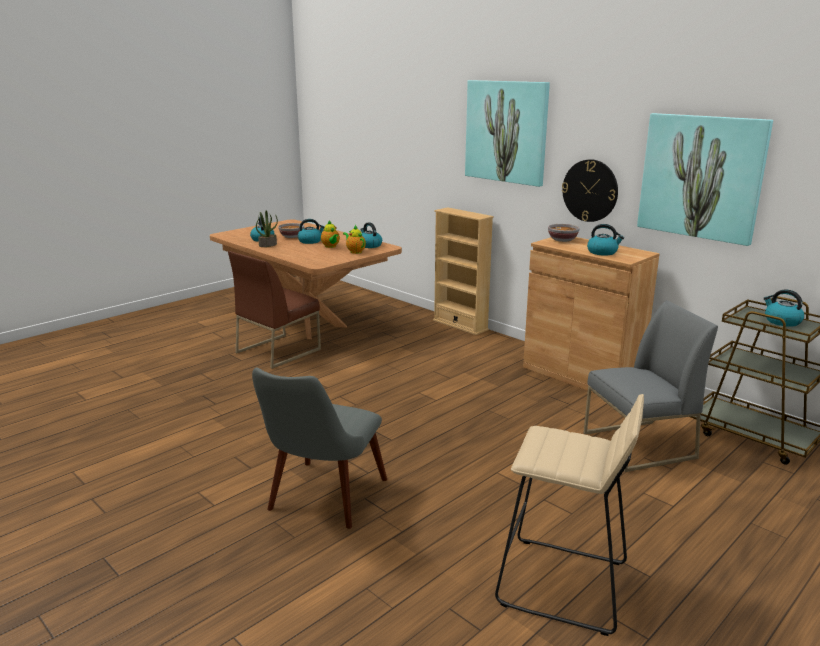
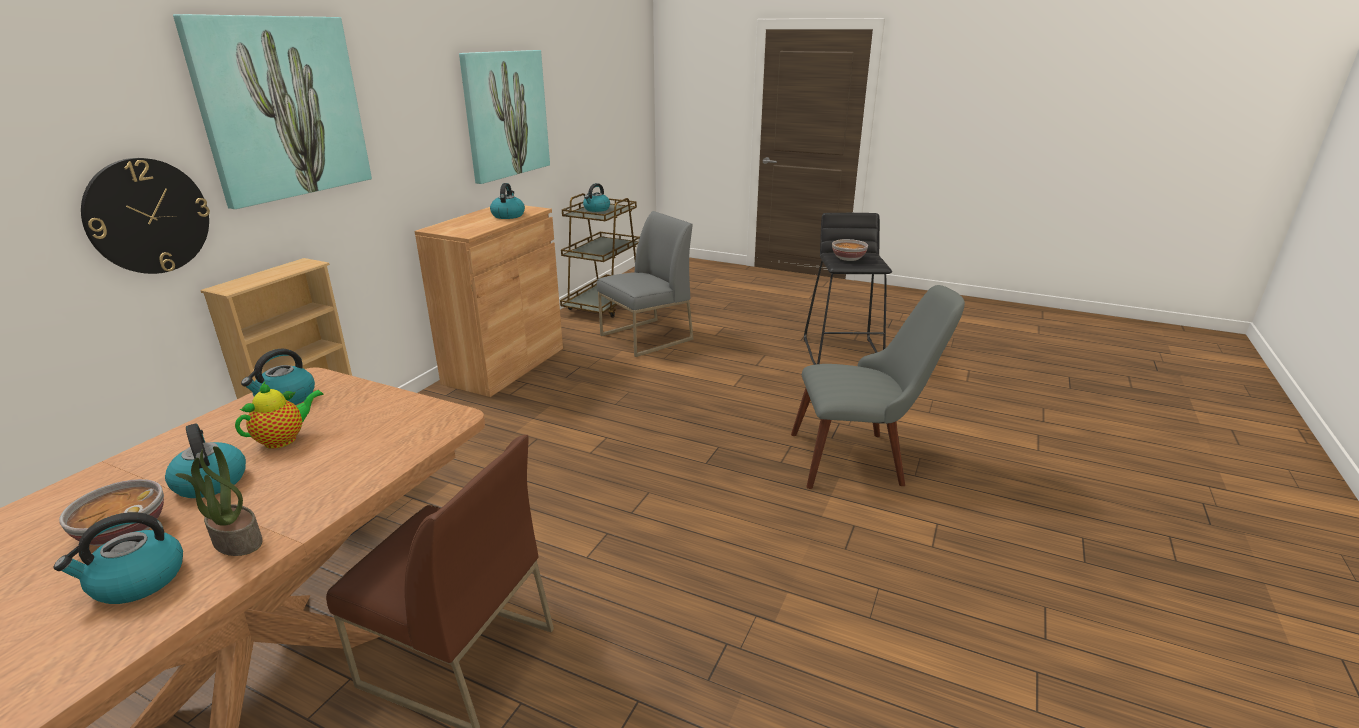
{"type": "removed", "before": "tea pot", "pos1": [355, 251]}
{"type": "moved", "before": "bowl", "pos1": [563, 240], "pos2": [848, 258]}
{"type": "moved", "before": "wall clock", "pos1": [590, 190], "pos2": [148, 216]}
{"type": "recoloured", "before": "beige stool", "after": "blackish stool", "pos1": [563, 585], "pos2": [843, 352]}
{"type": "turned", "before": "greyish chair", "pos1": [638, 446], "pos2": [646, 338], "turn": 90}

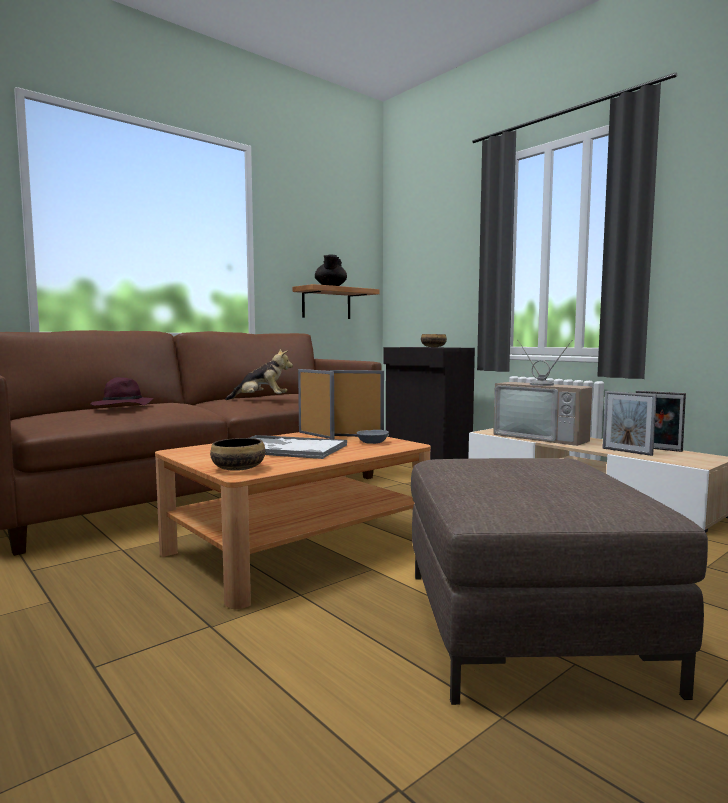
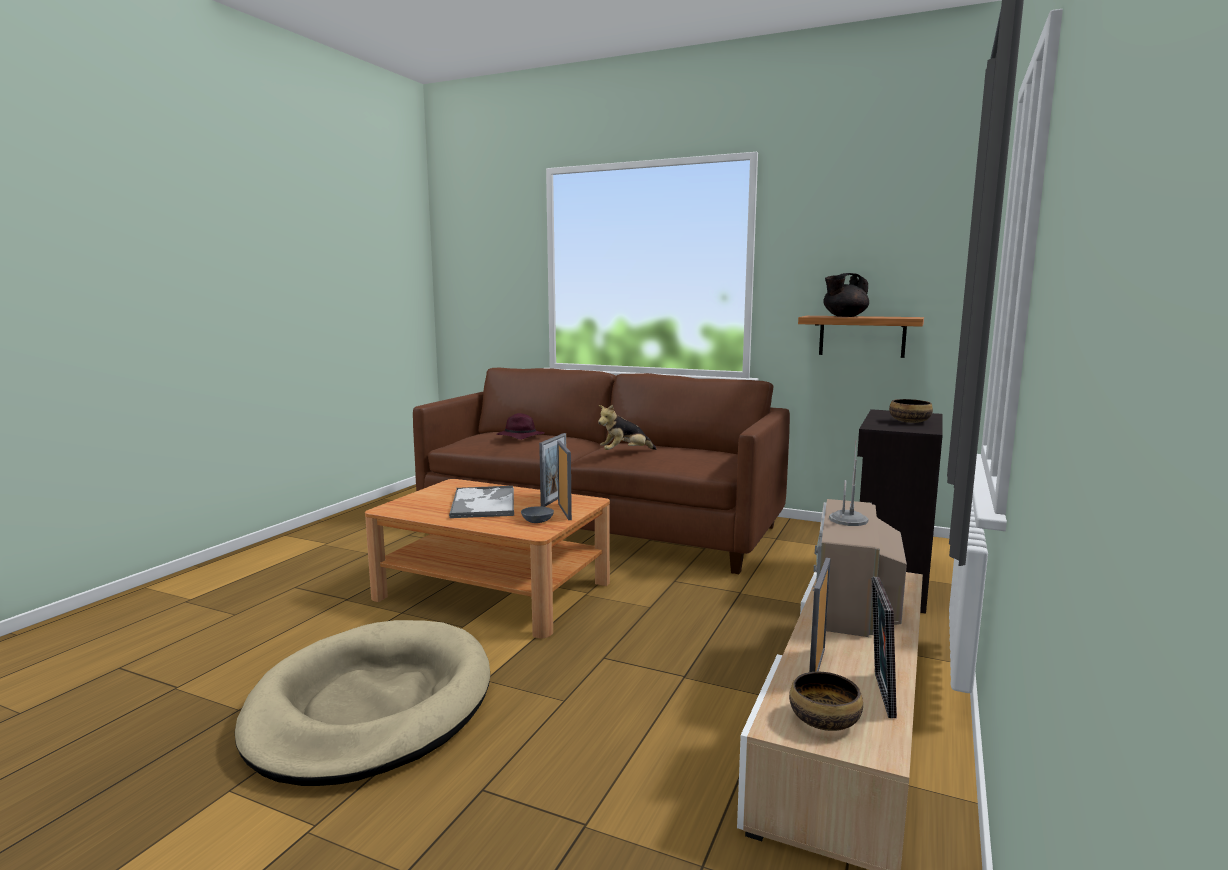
{"type": "moved", "before": "bowl", "pos1": [239, 469], "pos2": [824, 720]}
{"type": "replaced", "before": "brown-coloured ottoman", "after": "beige dog cushion", "pos1": [526, 626], "pos2": [371, 706]}
{"type": "turned", "before": "plush toy", "pos1": [261, 400], "pos2": [625, 453], "turn": 90}

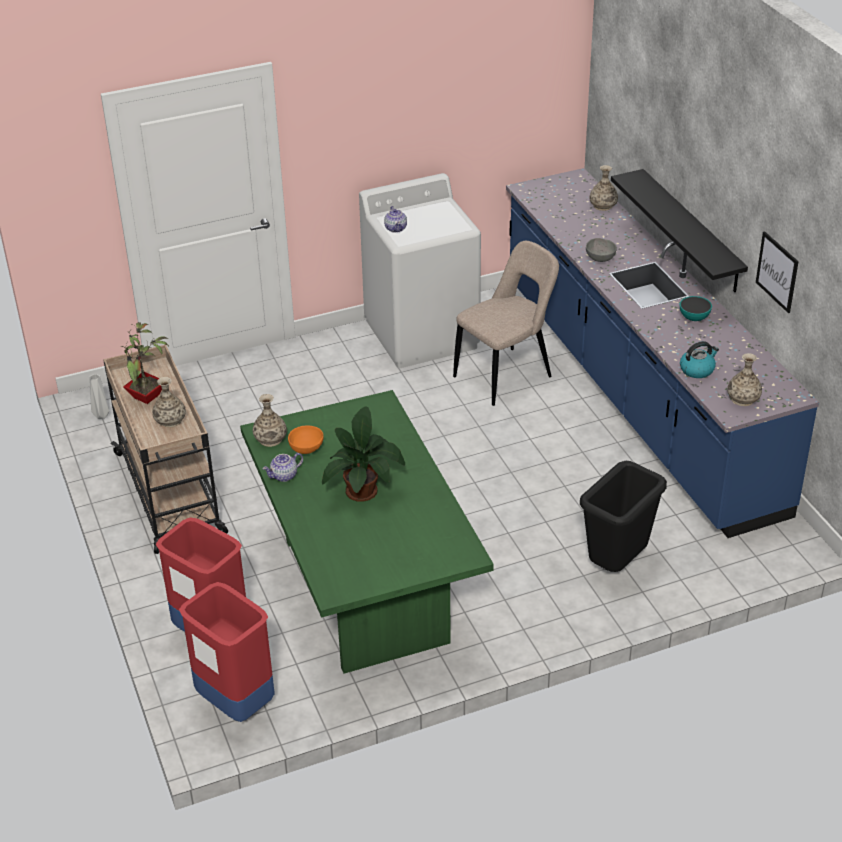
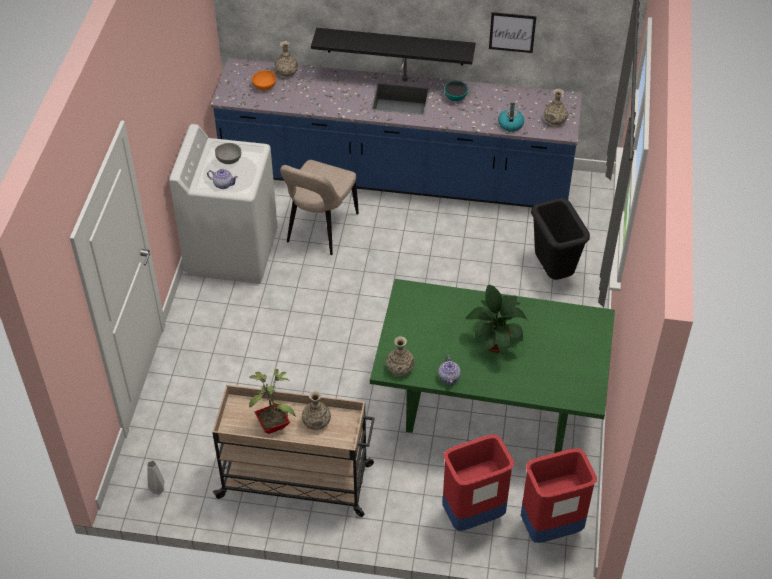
{"type": "moved", "before": "orange-coloured bowl", "pos1": [307, 449], "pos2": [265, 86]}
{"type": "moved", "before": "greyish bowl", "pos1": [600, 258], "pos2": [228, 159]}
{"type": "turned", "before": "beige chair", "pos1": [506, 375], "pos2": [320, 230], "turn": -150}

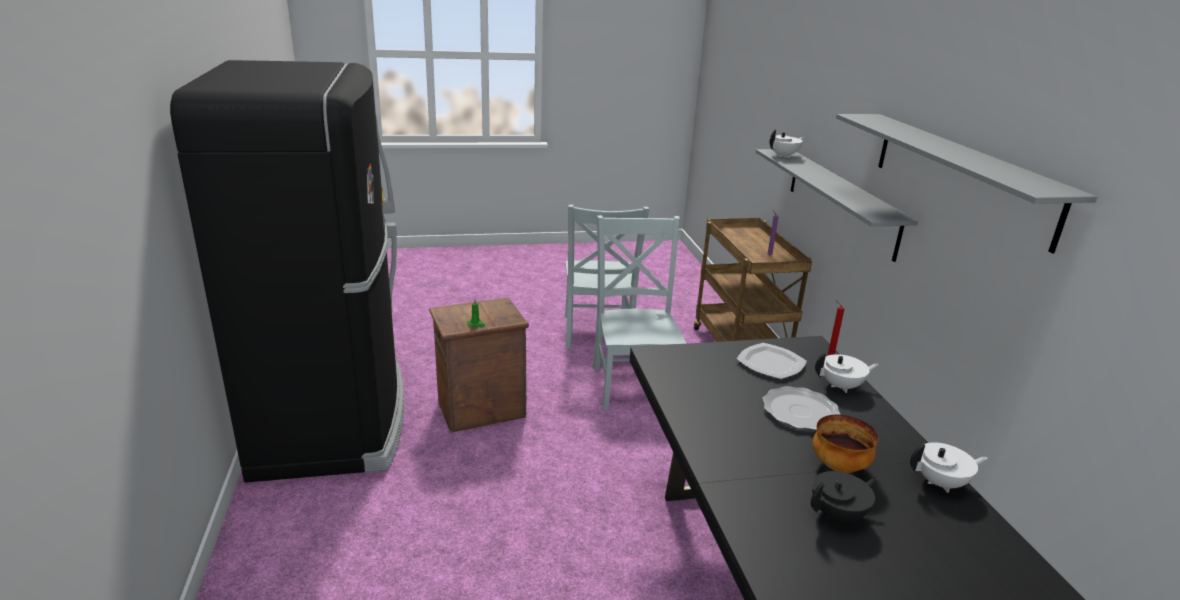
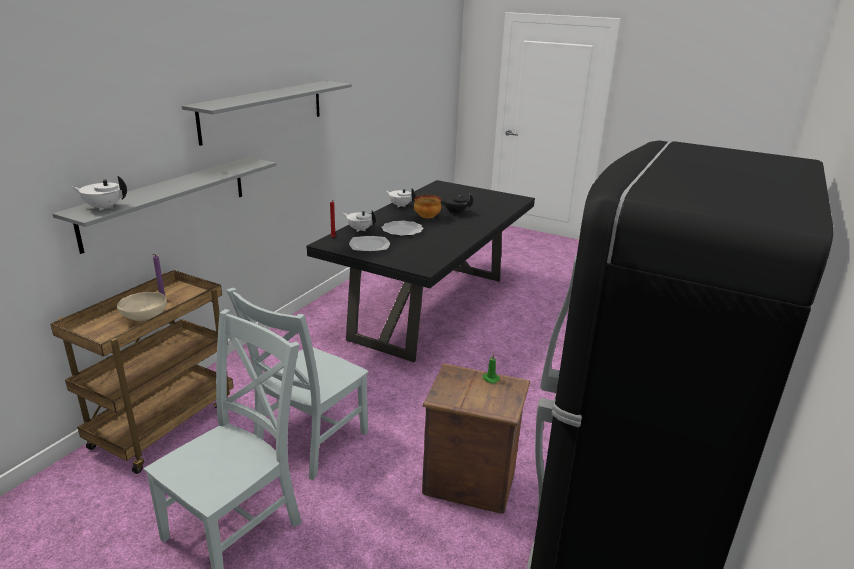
{"type": "added", "after": "beige bowl", "pos2": [144, 318]}

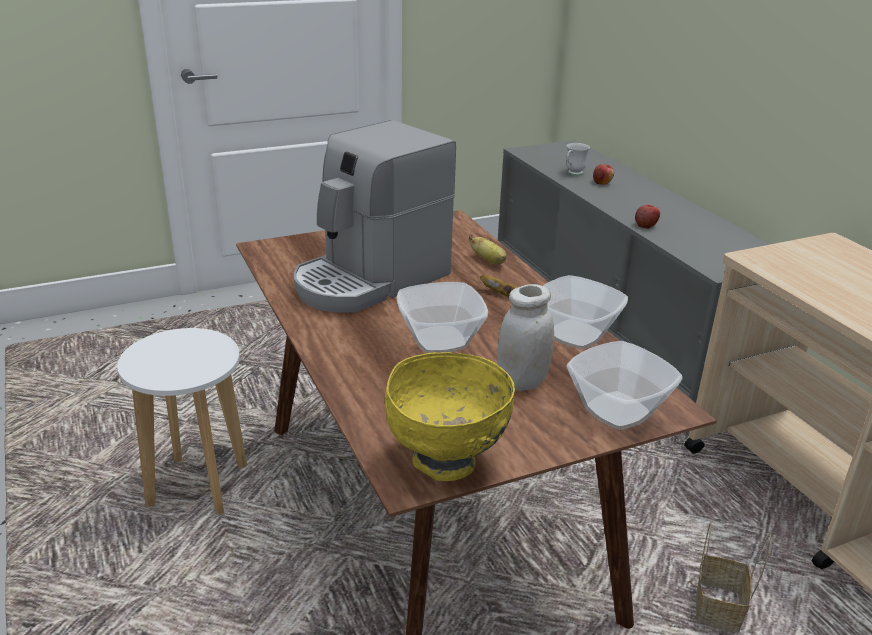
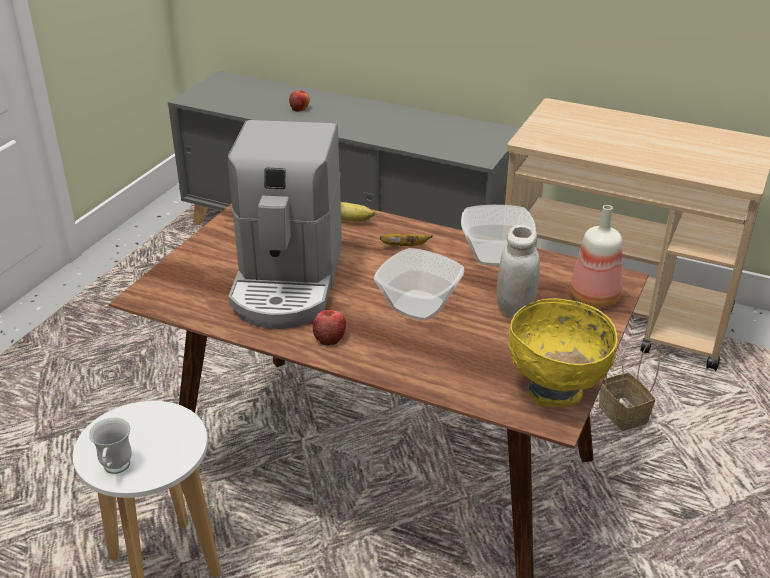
{"type": "moved", "before": "white-coloured mug", "pos1": [573, 173], "pos2": [115, 470]}
{"type": "moved", "before": "whole apple", "pos1": [646, 225], "pos2": [329, 337]}
{"type": "replaced", "before": "bowl", "after": "drink bottle", "pos1": [619, 411], "pos2": [595, 297]}

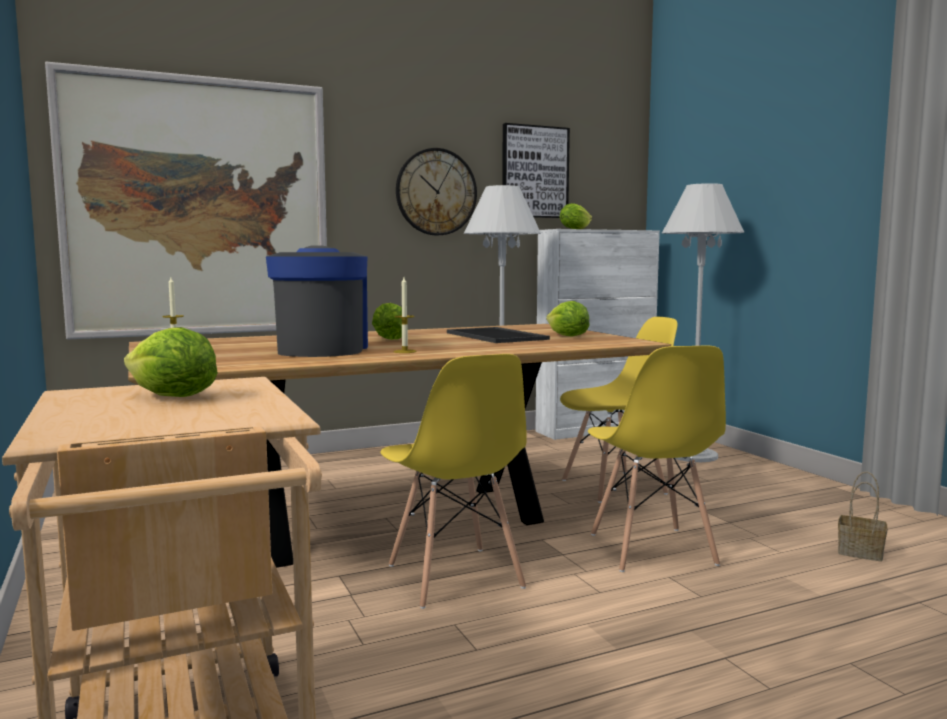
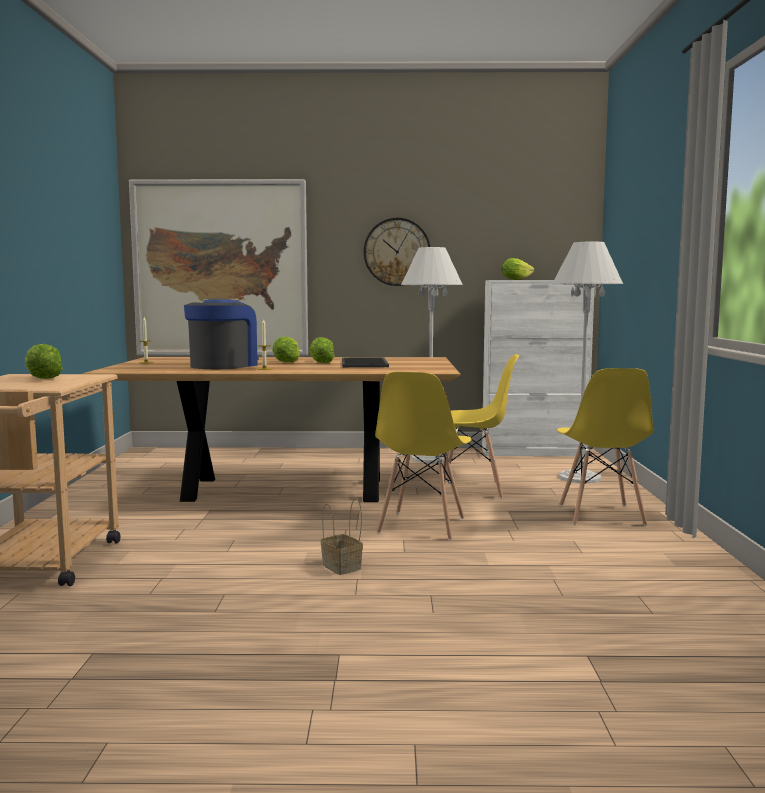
{"type": "removed", "before": "picture", "pos1": [534, 172]}
{"type": "moved", "before": "yellowish chair", "pos1": [454, 577], "pos2": [600, 515]}
{"type": "moved", "before": "head of lettuce", "pos1": [567, 336], "pos2": [321, 363]}
{"type": "moved", "before": "basket", "pos1": [862, 552], "pos2": [343, 567]}

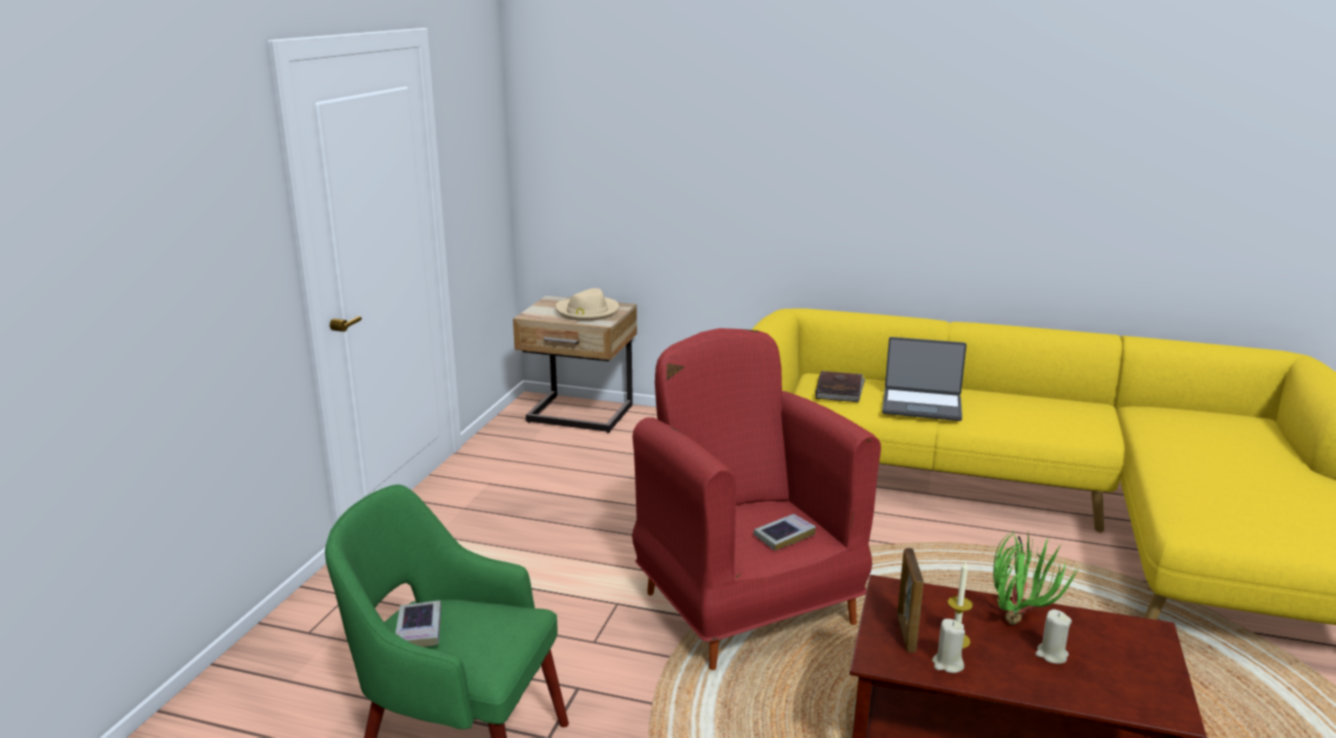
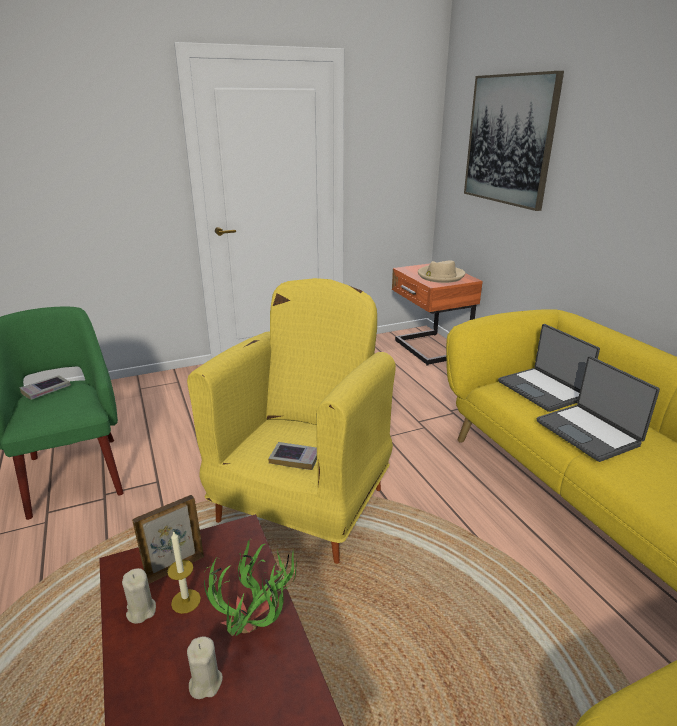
{"type": "added", "after": "picture", "pos2": [509, 140]}
{"type": "replaced", "before": "brown-coloured volume", "after": "laptop", "pos1": [840, 389], "pos2": [542, 390]}
{"type": "recoloured", "before": "beige night table", "after": "orange-coloured night table", "pos1": [579, 416], "pos2": [429, 349]}
{"type": "recoloured", "before": "reddish easy chair", "after": "yellowish easy chair", "pos1": [746, 606], "pos2": [303, 503]}

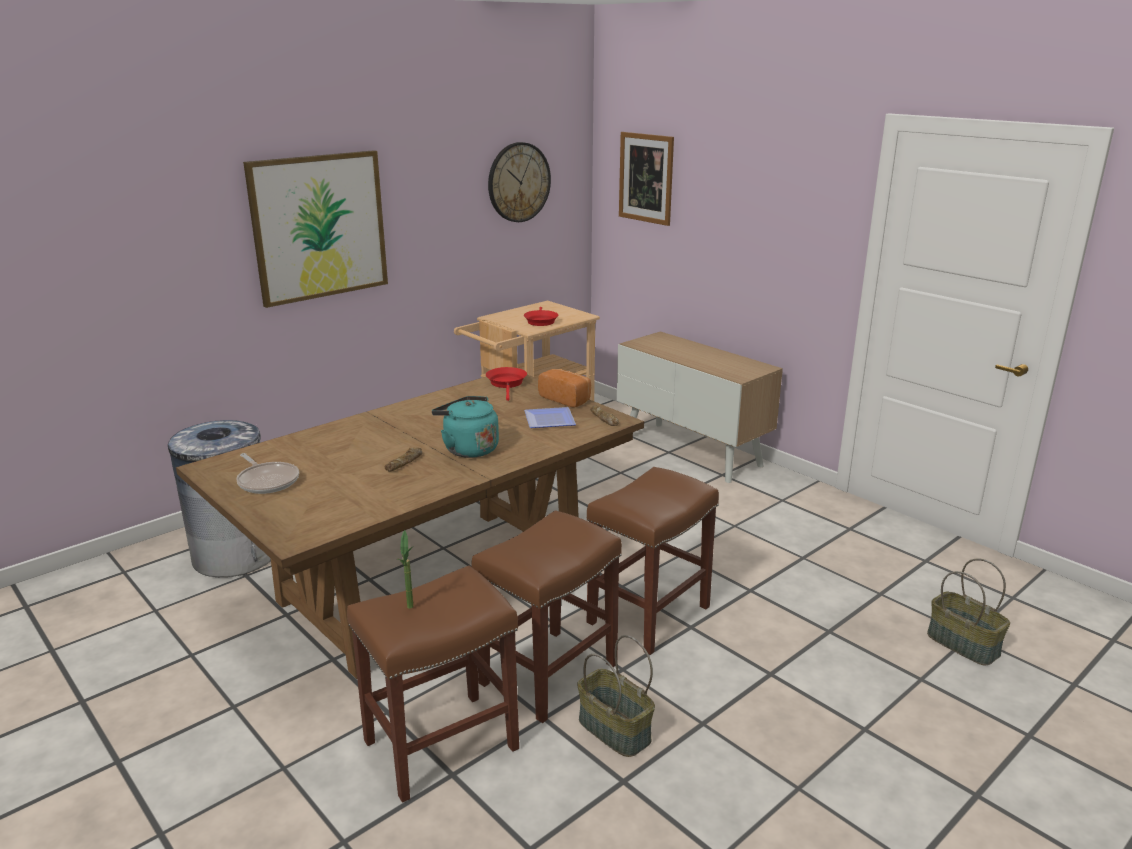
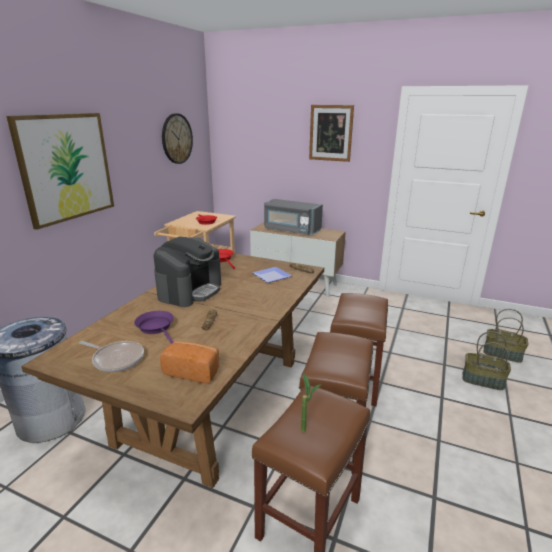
{"type": "removed", "before": "turquoise water kettle", "pos1": [468, 449]}
{"type": "added", "after": "purple-coloured pan", "pos2": [157, 328]}
{"type": "added", "after": "coffee brewer", "pos2": [190, 290]}
{"type": "added", "after": "greyish kitchen microwave", "pos2": [291, 230]}
{"type": "moved", "before": "bread", "pos1": [566, 399], "pos2": [193, 371]}
{"type": "moved", "before": "basket", "pos1": [613, 730], "pos2": [482, 381]}
{"type": "moved", "before": "picture", "pos1": [646, 178], "pos2": [330, 133]}

